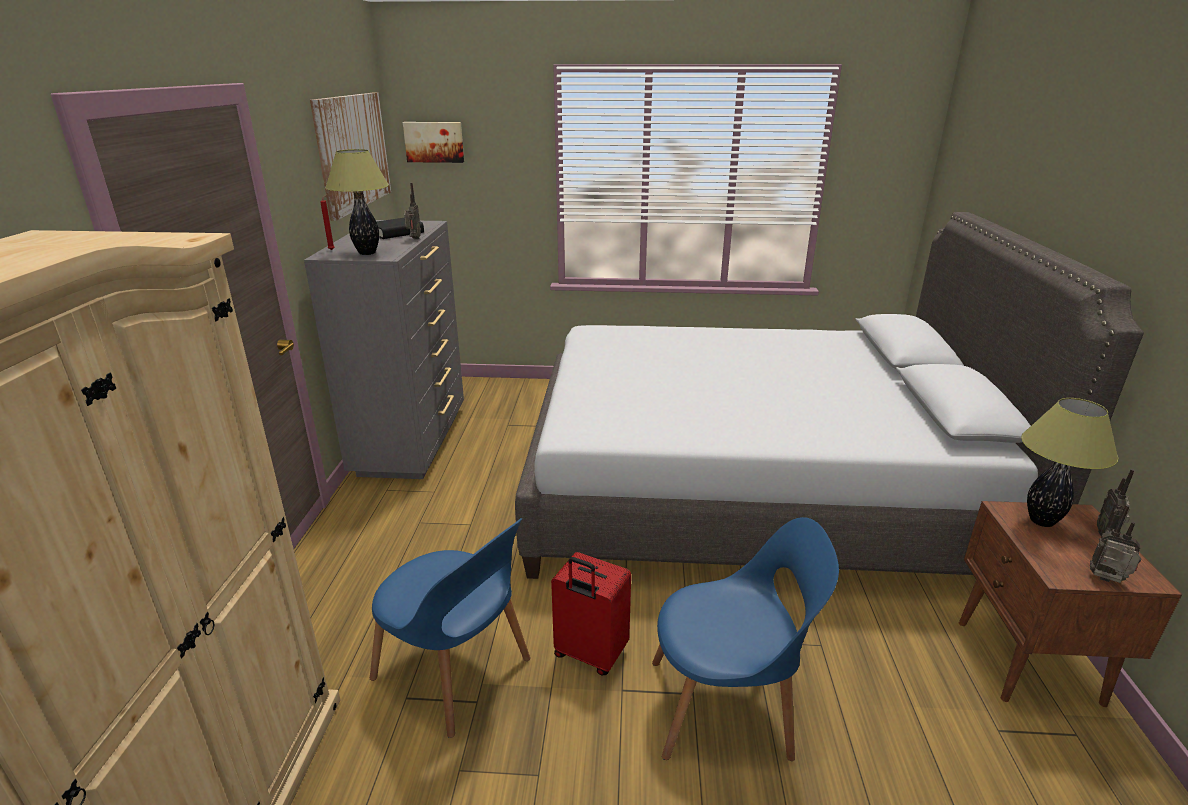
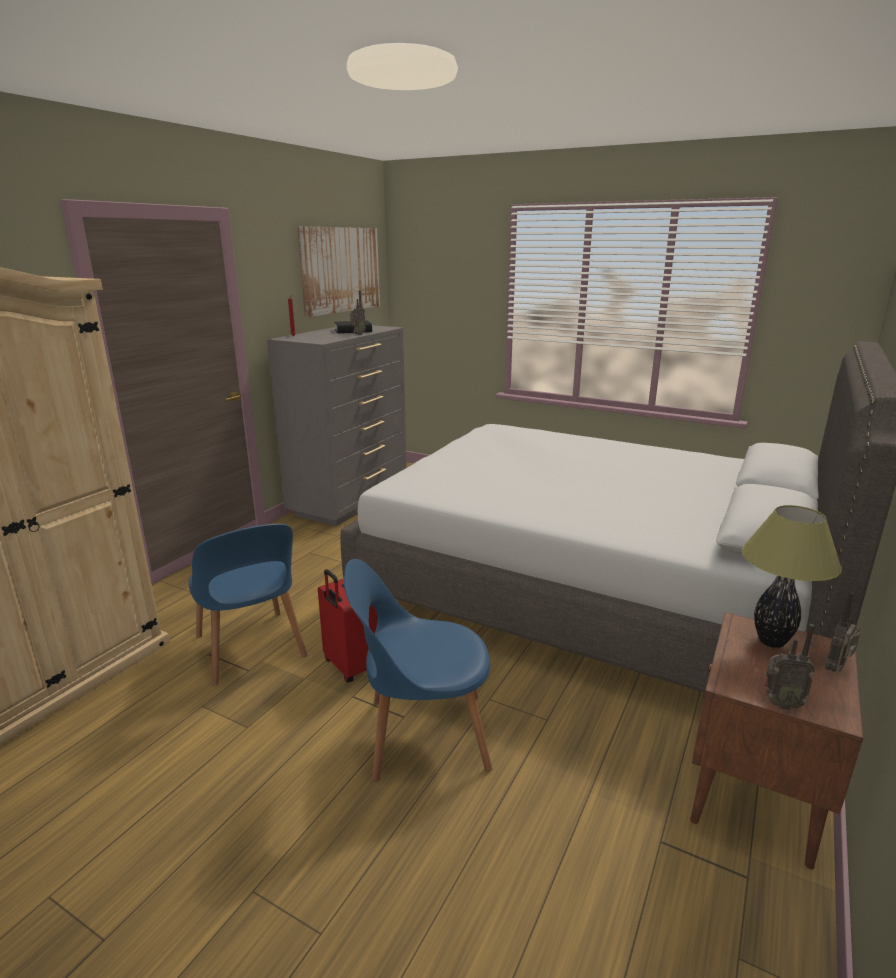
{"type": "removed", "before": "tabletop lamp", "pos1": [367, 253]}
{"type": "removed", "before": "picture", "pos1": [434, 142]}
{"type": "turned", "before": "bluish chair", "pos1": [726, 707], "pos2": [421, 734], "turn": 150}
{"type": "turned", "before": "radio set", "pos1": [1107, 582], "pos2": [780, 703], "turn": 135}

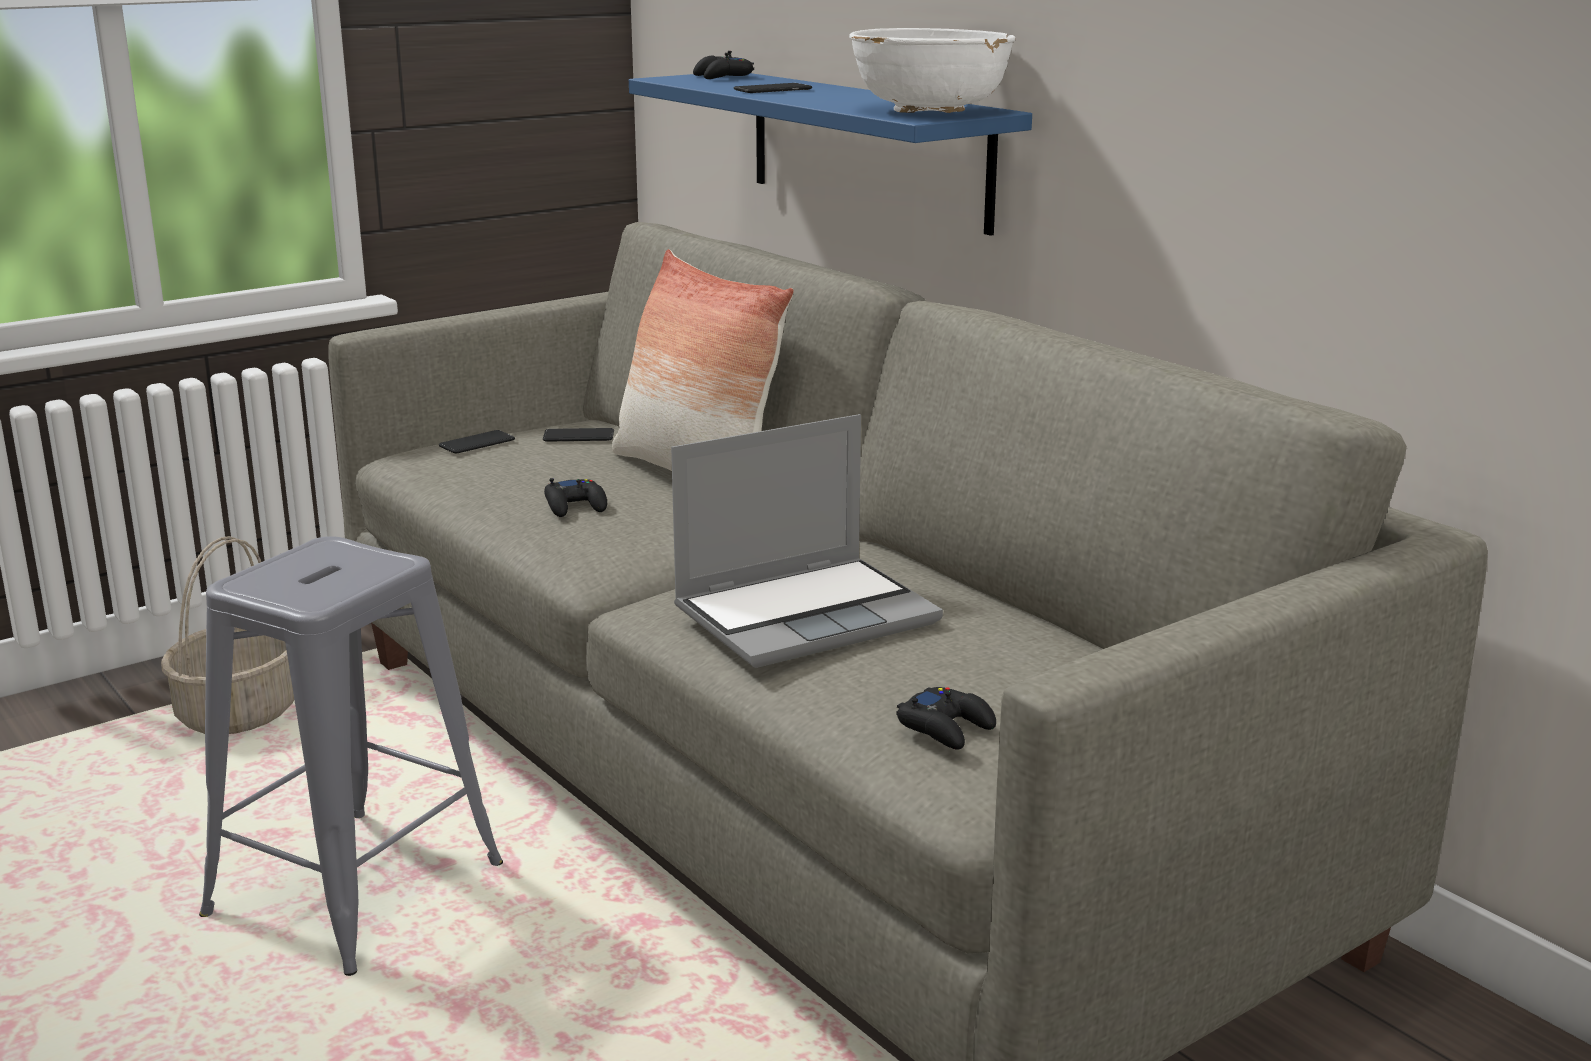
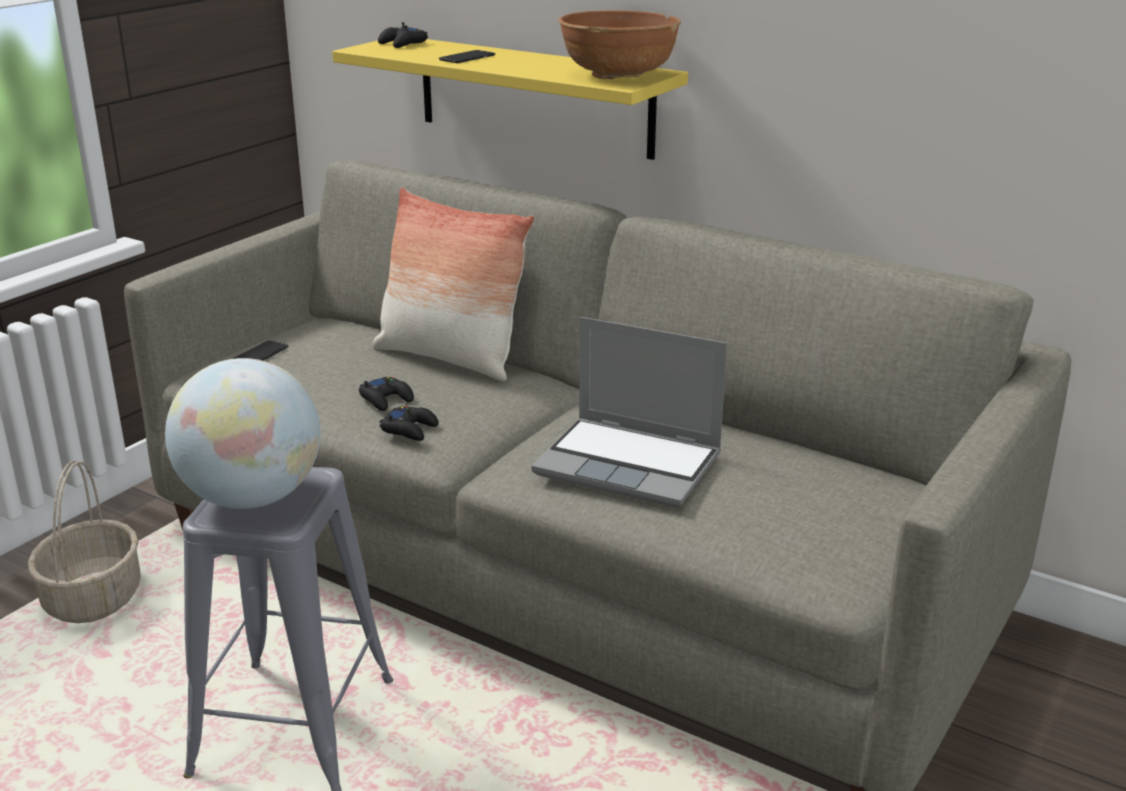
{"type": "removed", "before": "phone", "pos1": [578, 436]}
{"type": "added", "after": "desk globe", "pos2": [252, 498]}
{"type": "moved", "before": "blackish gamepad", "pos1": [946, 727], "pos2": [410, 429]}
{"type": "recoloured", "before": "bluish bracket shelf", "after": "yellowish bracket shelf", "pos1": [867, 148], "pos2": [534, 96]}
{"type": "recoloured", "before": "white-coloured bowl", "after": "brown-coloured bowl", "pos1": [930, 110], "pos2": [618, 75]}
{"type": "turned", "before": "laptop", "pos1": [807, 615], "pos2": [631, 464], "turn": 75}

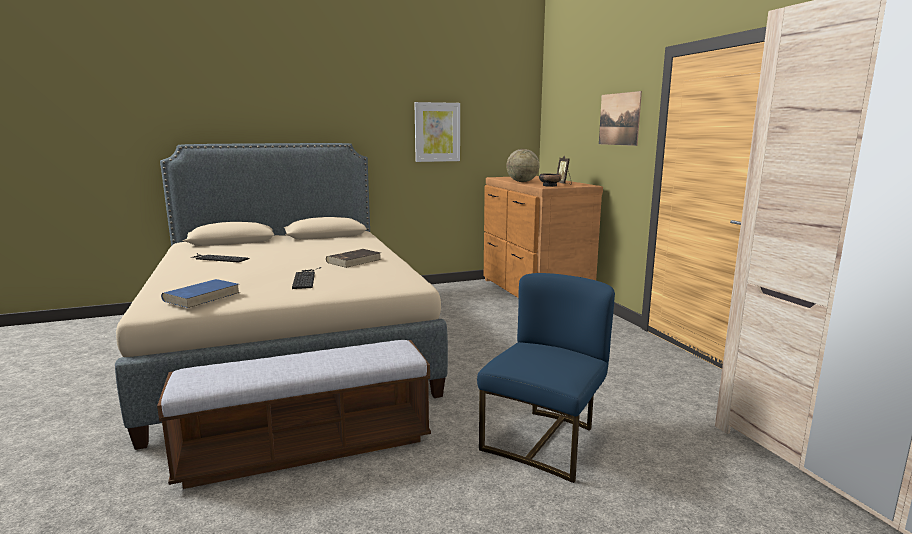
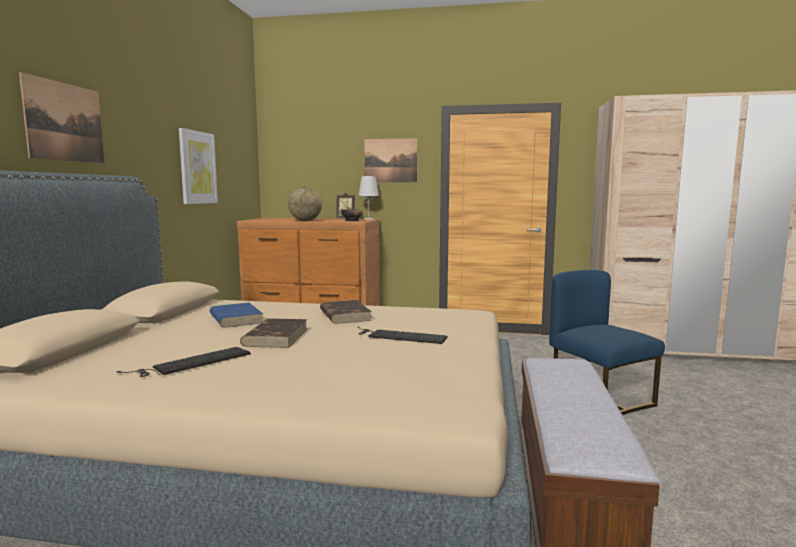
{"type": "added", "after": "picture", "pos2": [65, 122]}
{"type": "added", "after": "brown-coloured volume", "pos2": [276, 337]}
{"type": "added", "after": "white-coloured tabletop lamp", "pos2": [368, 219]}
{"type": "moved", "before": "bluish volume", "pos1": [202, 296], "pos2": [235, 318]}

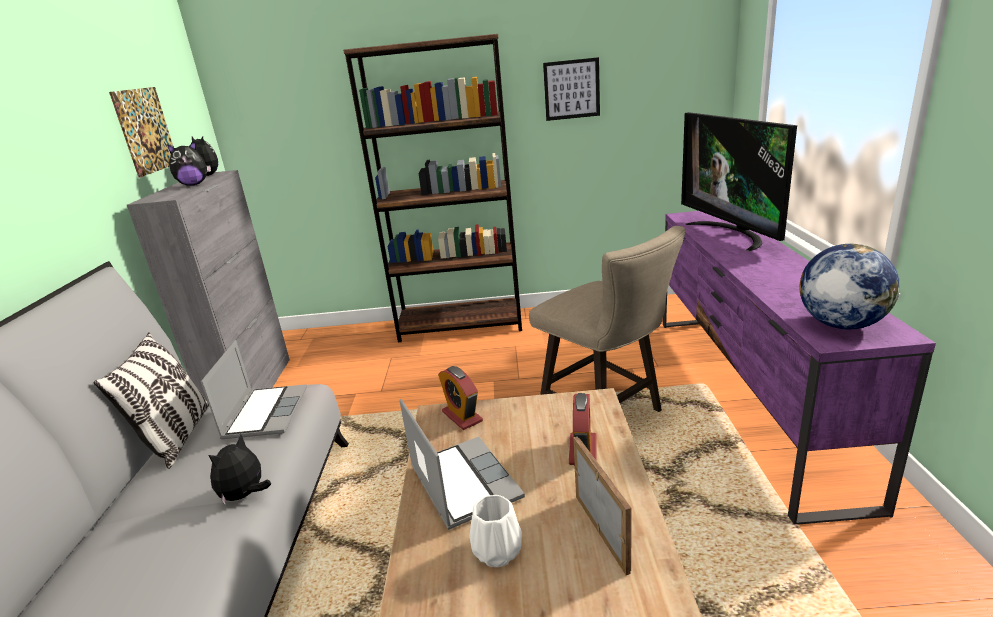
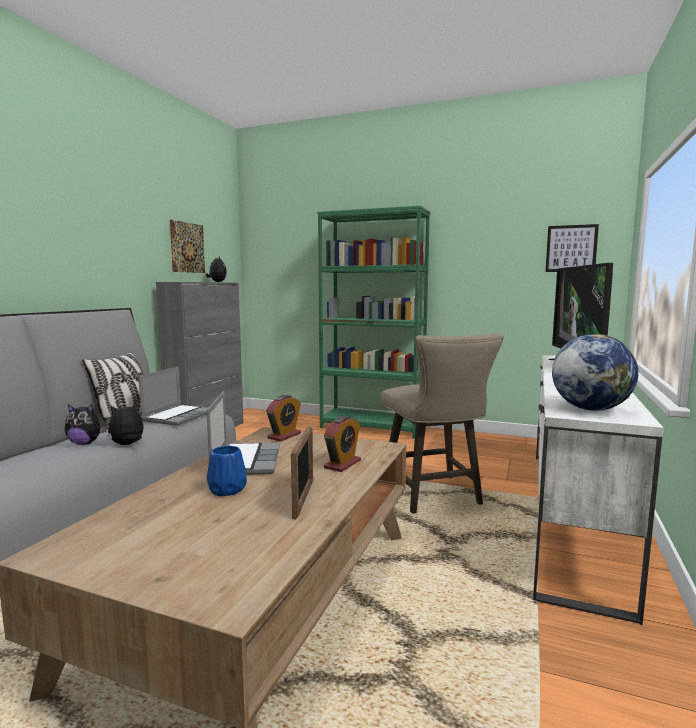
{"type": "moved", "before": "plush toy", "pos1": [194, 185], "pos2": [85, 443]}
{"type": "moved", "before": "picture", "pos1": [571, 89], "pos2": [571, 248]}
{"type": "recoloured", "before": "brown-coloured bookcase", "after": "green bookcase", "pos1": [461, 325], "pos2": [372, 427]}
{"type": "recoloured", "before": "white-coloured decorative vase", "after": "bluish decorative vase", "pos1": [498, 551], "pos2": [227, 490]}
{"type": "recoloured", "before": "purple-coloured tv stand", "after": "white-coloured tv stand", "pos1": [746, 396], "pos2": [571, 513]}
{"type": "turned", "before": "bedside clock", "pos1": [462, 416], "pos2": [284, 436], "turn": -135}

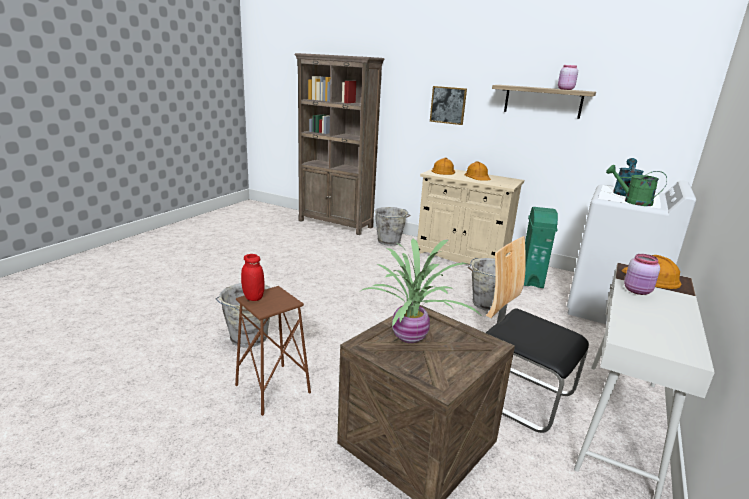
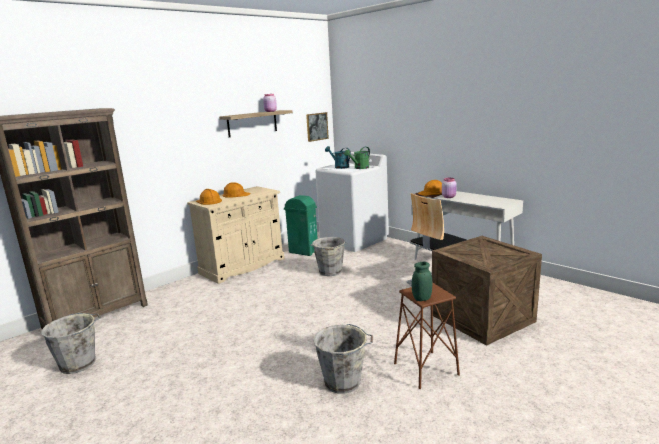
{"type": "removed", "before": "plant in a pot", "pos1": [411, 338]}
{"type": "moved", "before": "greyish water bucket", "pos1": [390, 241], "pos2": [80, 364]}
{"type": "moved", "before": "picture", "pos1": [448, 105], "pos2": [317, 126]}
{"type": "recoloured", "before": "reddish preserve jar", "after": "green preserve jar", "pos1": [253, 297], "pos2": [422, 298]}

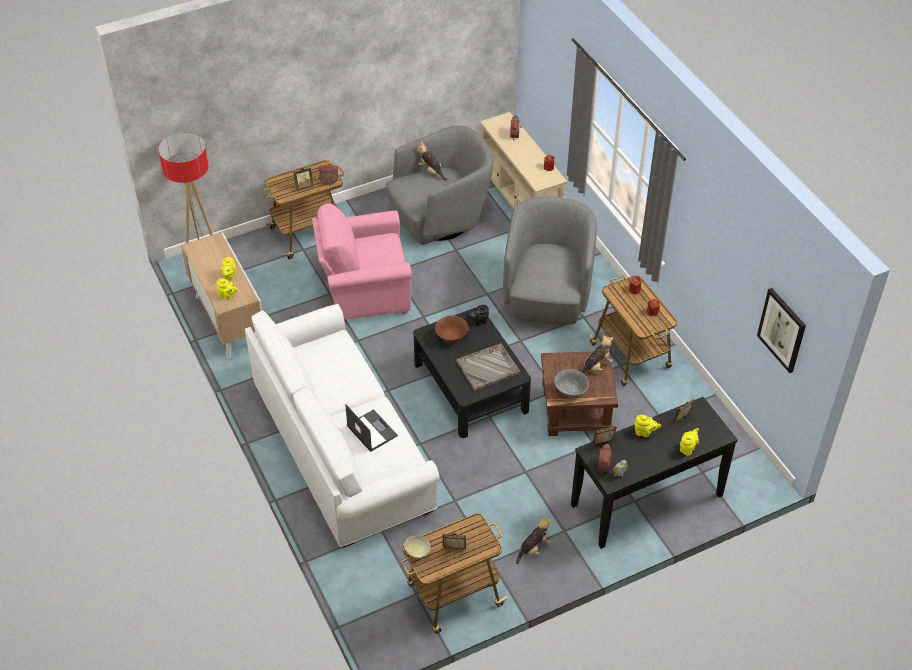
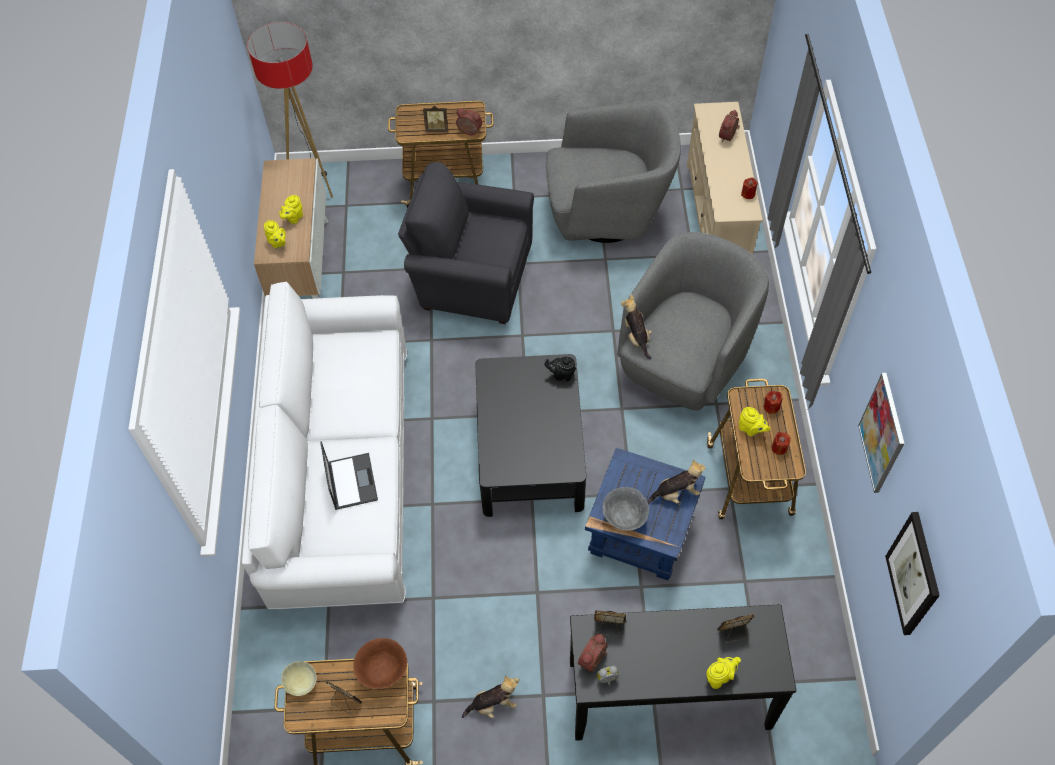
{"type": "removed", "before": "greyish carrying tray", "pos1": [488, 367]}
{"type": "added", "after": "picture", "pos2": [882, 433]}
{"type": "moved", "before": "plush toy", "pos1": [431, 171], "pos2": [636, 337]}
{"type": "moved", "before": "brown-coloured bowl", "pos1": [451, 338], "pos2": [383, 671]}
{"type": "moved", "before": "yellowish tea pot", "pos1": [644, 432], "pos2": [751, 429]}
{"type": "recoloured", "before": "pinkish easy chair", "after": "greyish easy chair", "pos1": [364, 291], "pos2": [471, 278]}
{"type": "recoloured", "before": "brown-coloured end table", "after": "bluish end table", "pos1": [575, 411], "pos2": [640, 532]}

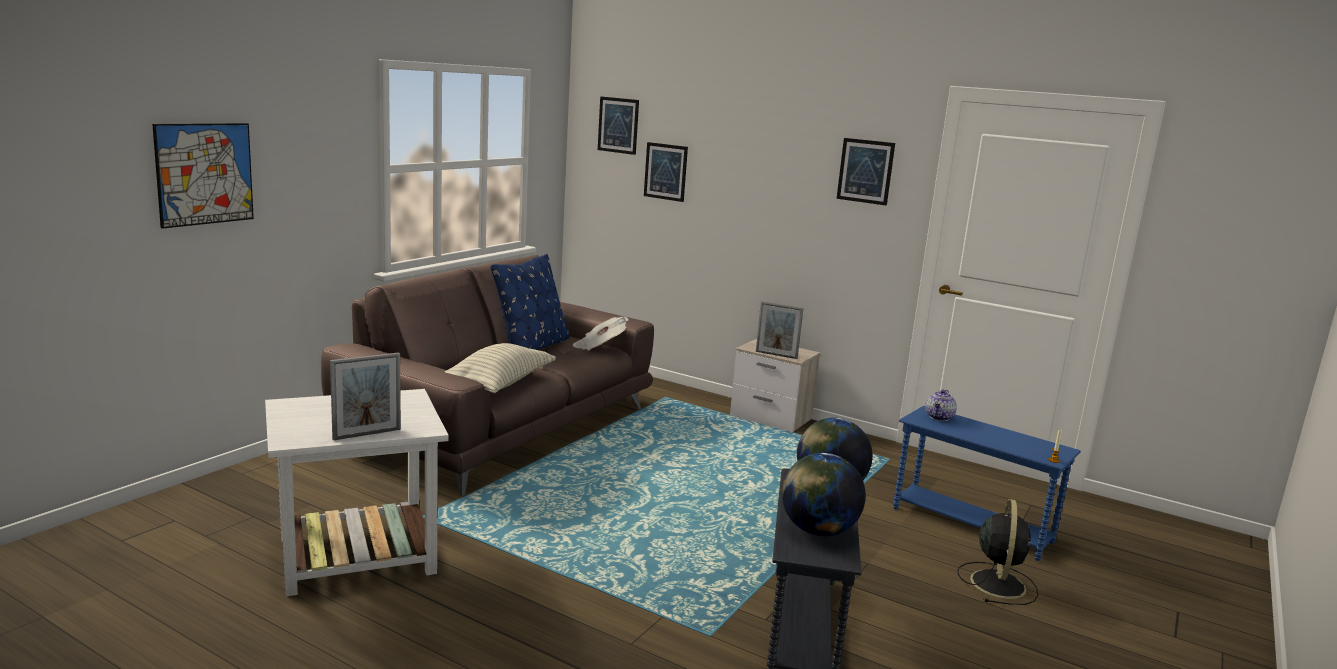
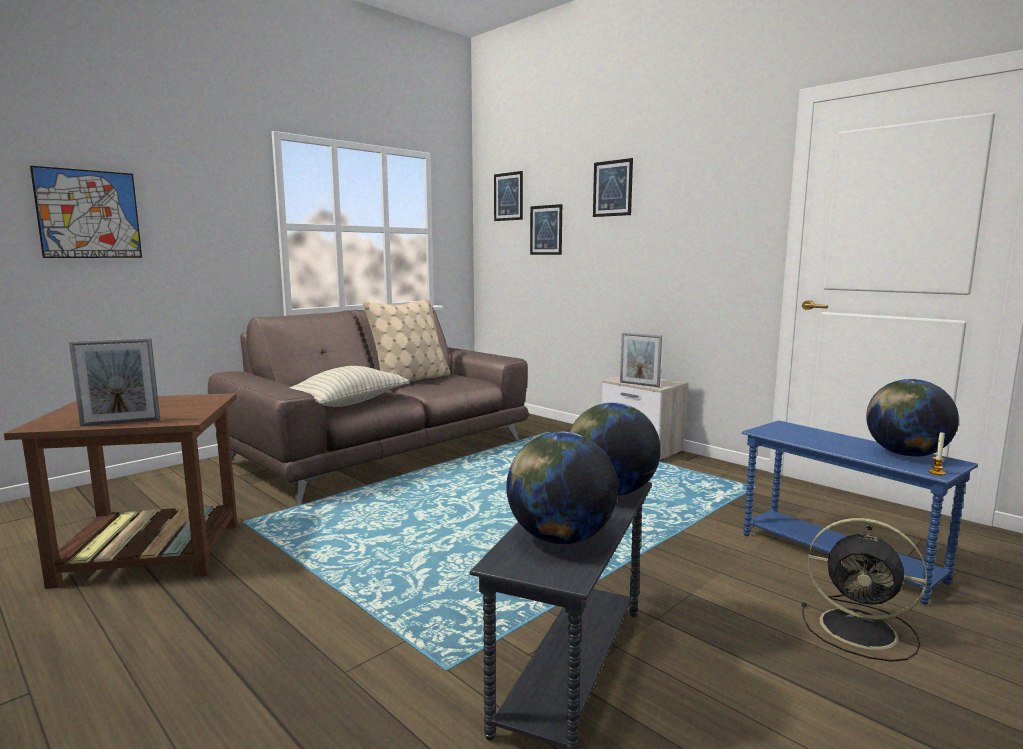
{"type": "removed", "before": "printed paper", "pos1": [599, 347]}
{"type": "removed", "before": "tea pot", "pos1": [939, 417]}
{"type": "added", "after": "desk globe", "pos2": [905, 454]}
{"type": "moved", "before": "picture", "pos1": [865, 171], "pos2": [612, 188]}
{"type": "recoloured", "before": "white-coloured end table", "after": "brown-coloured end table", "pos1": [359, 554], "pos2": [153, 553]}
{"type": "recoloured", "before": "bluish pillow", "after": "beige pillow", "pos1": [532, 347], "pos2": [410, 380]}
{"type": "turned", "before": "blackish fan", "pos1": [997, 583], "pos2": [861, 630], "turn": 90}

